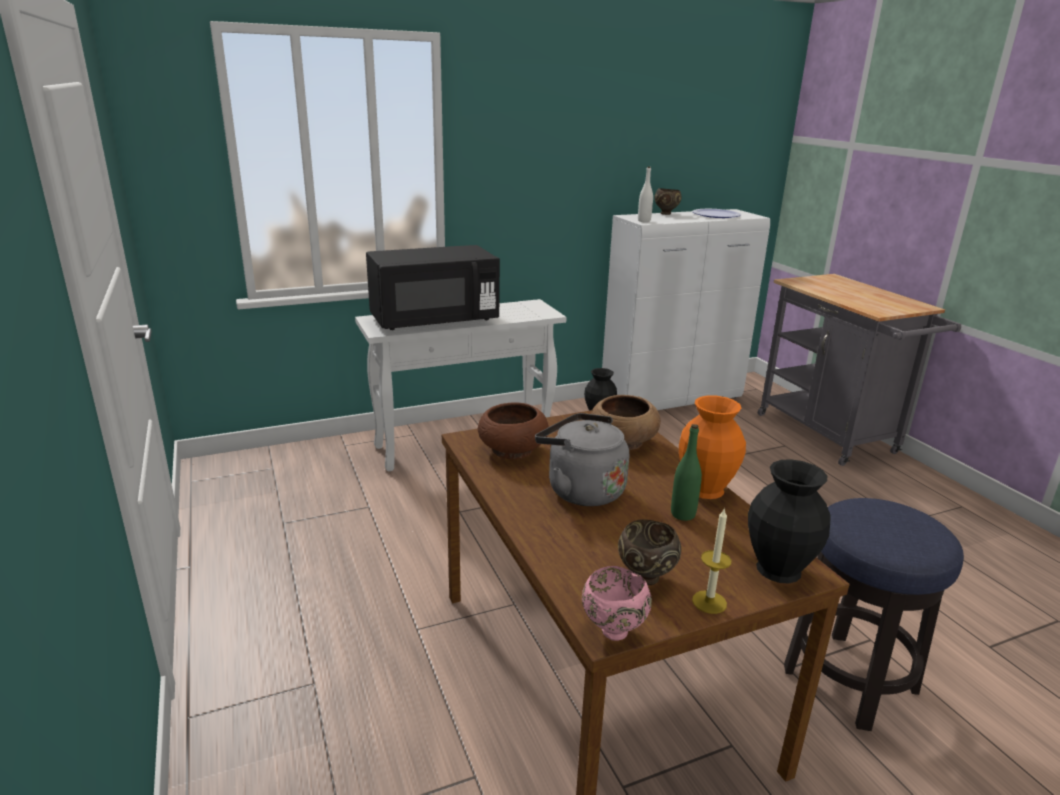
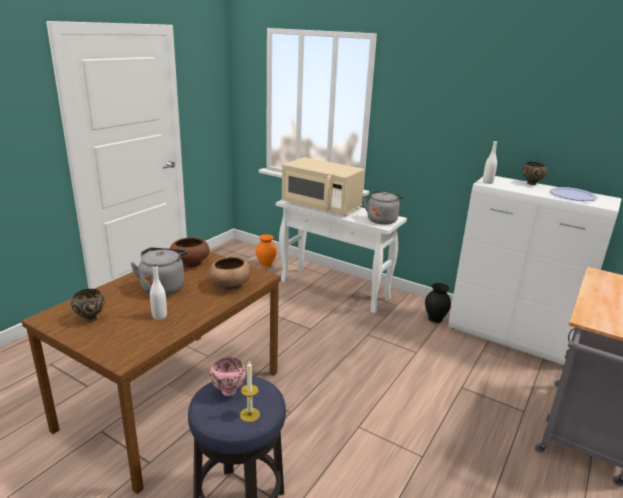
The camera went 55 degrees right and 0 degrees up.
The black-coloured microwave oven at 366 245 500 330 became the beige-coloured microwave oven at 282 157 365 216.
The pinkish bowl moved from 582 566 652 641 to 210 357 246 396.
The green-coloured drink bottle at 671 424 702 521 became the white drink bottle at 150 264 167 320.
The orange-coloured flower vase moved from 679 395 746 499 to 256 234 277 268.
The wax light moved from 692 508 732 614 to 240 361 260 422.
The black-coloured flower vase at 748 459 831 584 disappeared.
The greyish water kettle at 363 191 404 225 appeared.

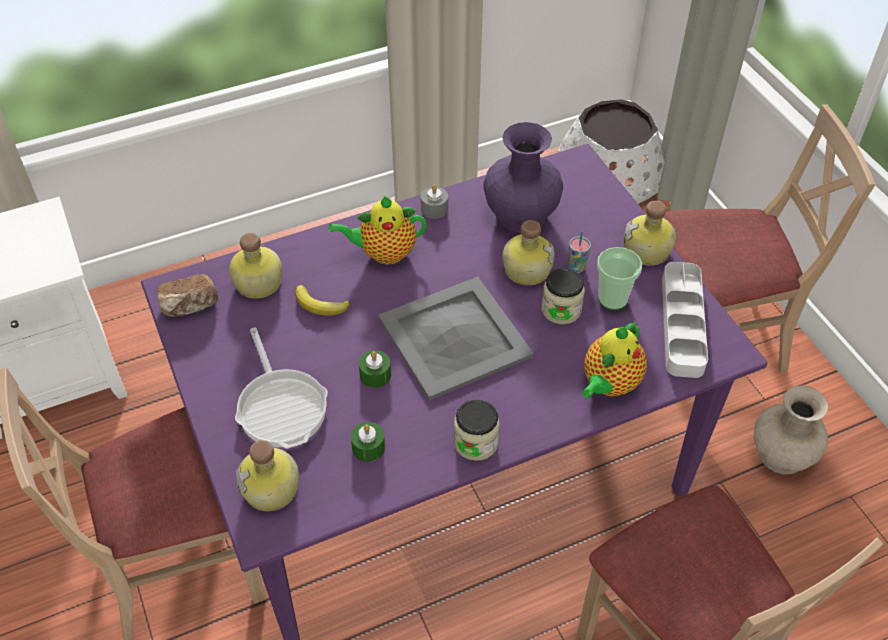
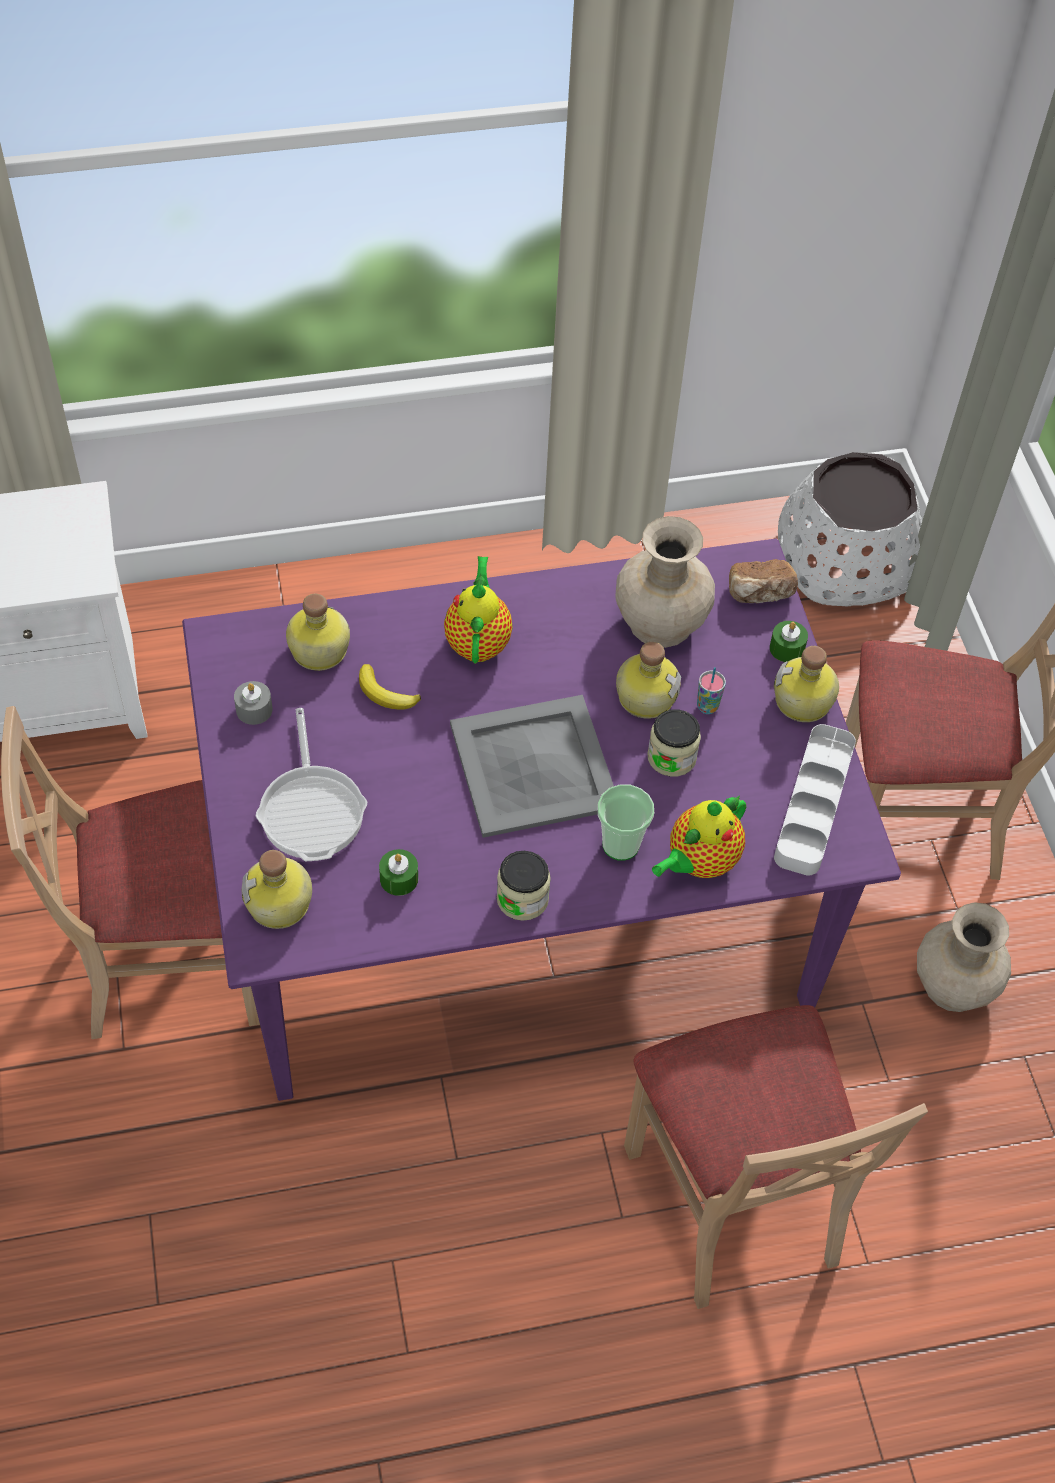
The camera went 10 degrees right and 5 degrees up.
The baked bread moved from 157 274 218 317 to 729 559 798 603.
The pot for tea at 329 196 427 264 turned 90 degrees clockwise.
The green-coloured wax light moved from 359 350 391 388 to 770 621 808 662.
The greyish wax light moved from 421 185 448 219 to 234 681 273 725.
The purple flower vase at 483 122 563 233 became the beige-coloured flower vase at 616 516 715 648.
The drinking cup moved from 597 247 642 310 to 597 785 654 861.

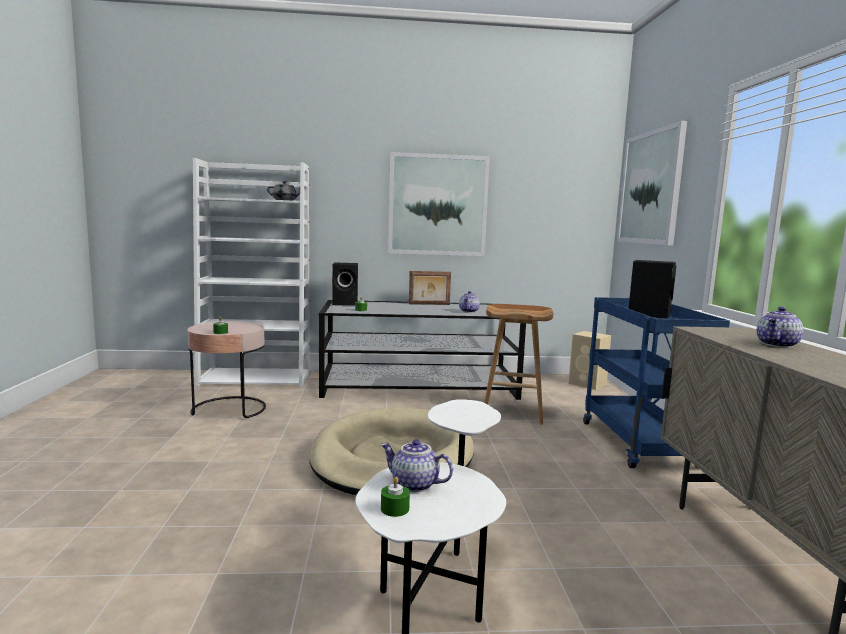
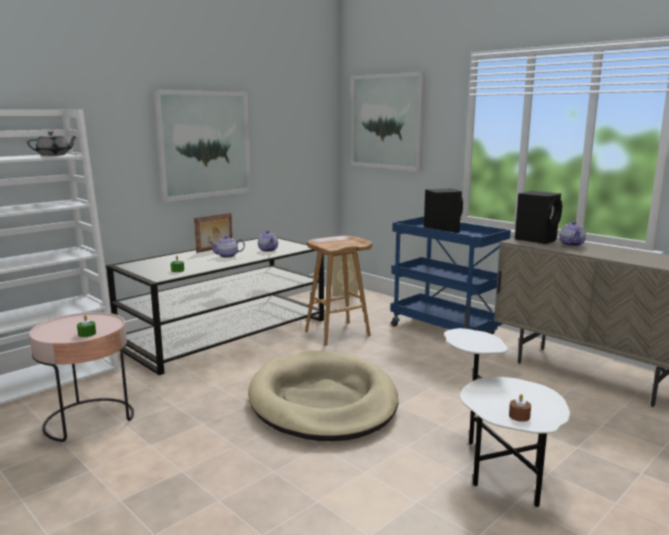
The camera went 40 degrees left and 5 degrees up.
The black-coloured audio speaker moved from 332 263 358 305 to 515 191 562 244.
The pot for tea moved from 381 439 453 492 to 209 236 245 258.
The green-coloured wax light at 381 477 410 517 became the brown wax light at 509 394 531 422.

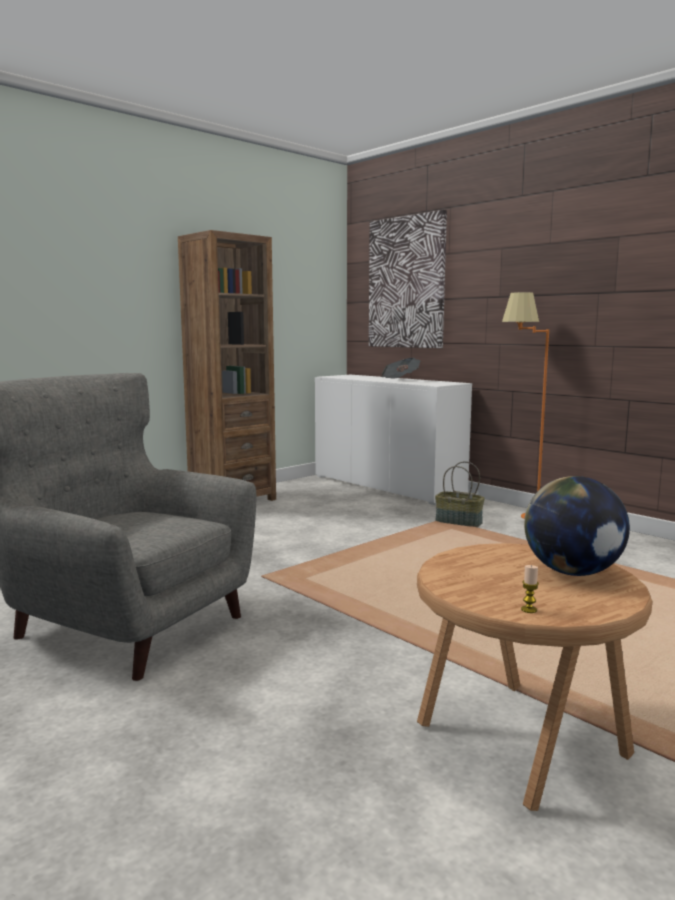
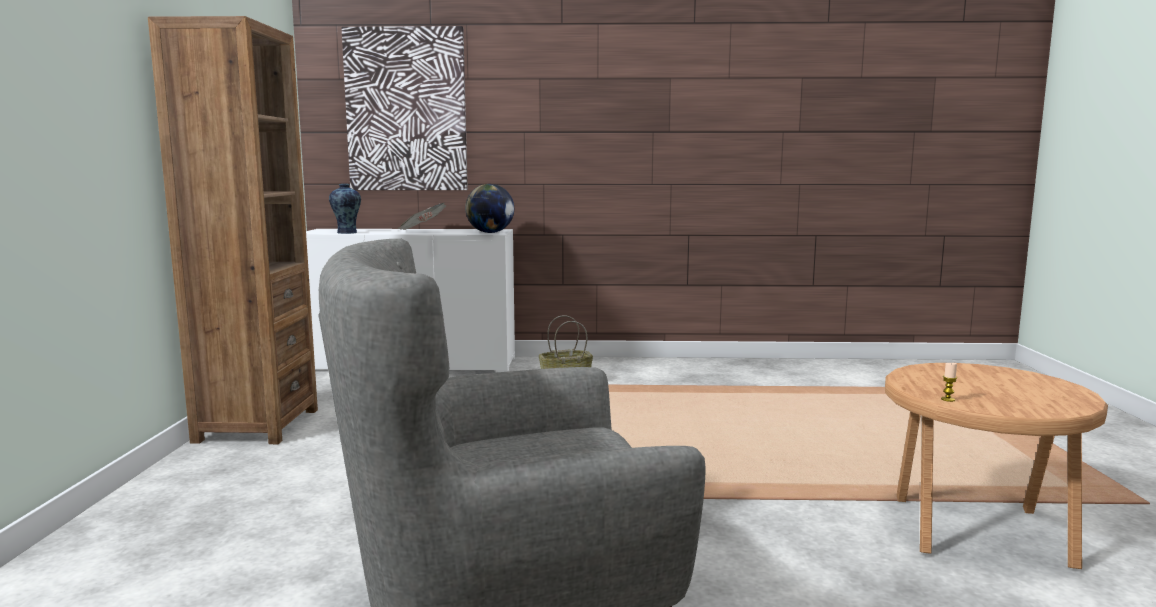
The camera went 45 degrees left and 0 degrees up.
The orange-coloured floor lamp at 502 292 549 519 disappeared.
The wax light moved from 521 565 539 613 to 941 362 957 402.
The globe moved from 524 476 630 576 to 465 184 514 233.
The flower vase at 329 184 361 234 appeared.

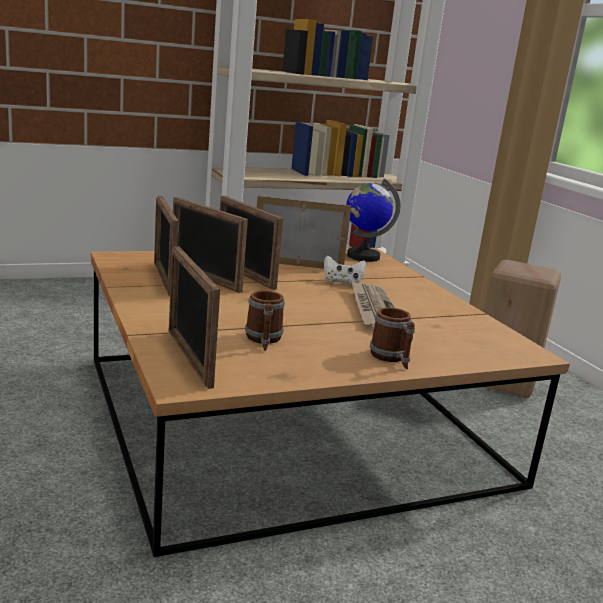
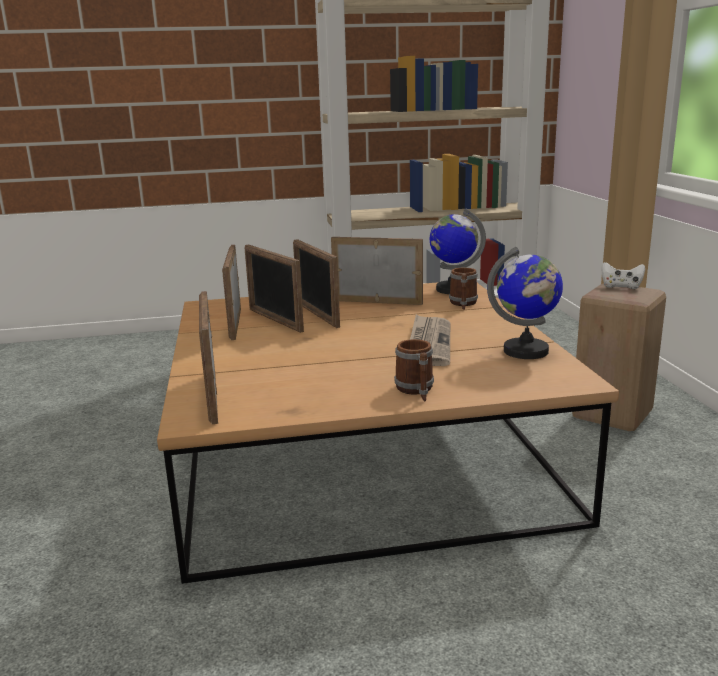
The camera went 15 degrees right and 0 degrees up.
The coffee mug moved from 245 290 285 351 to 449 267 478 310.
The white game controller moved from 324 255 366 285 to 601 262 645 289.
The globe at 487 247 563 359 appeared.

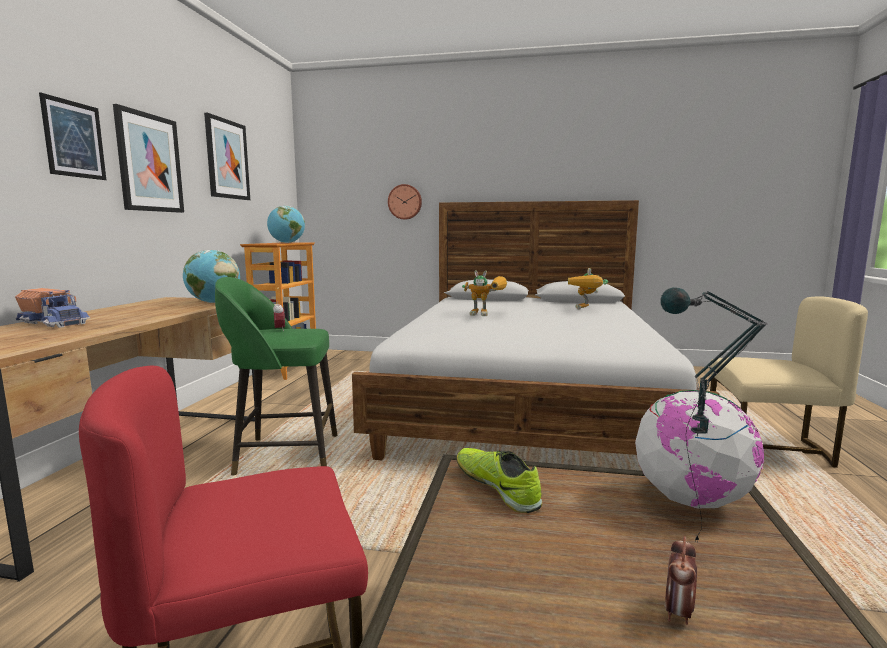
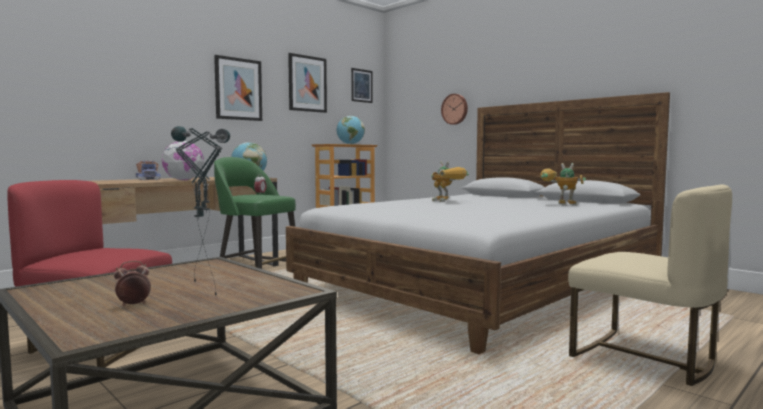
The camera went 35 degrees right and 5 degrees down.
The wall art moved from 39 93 106 180 to 351 68 373 103.
The low shoe at 457 448 542 513 disappeared.
The model robot at 568 268 608 310 turned 75 degrees clockwise.
The globe moved from 635 390 764 508 to 162 141 204 180.
The table lamp at 175 129 230 283 appeared.

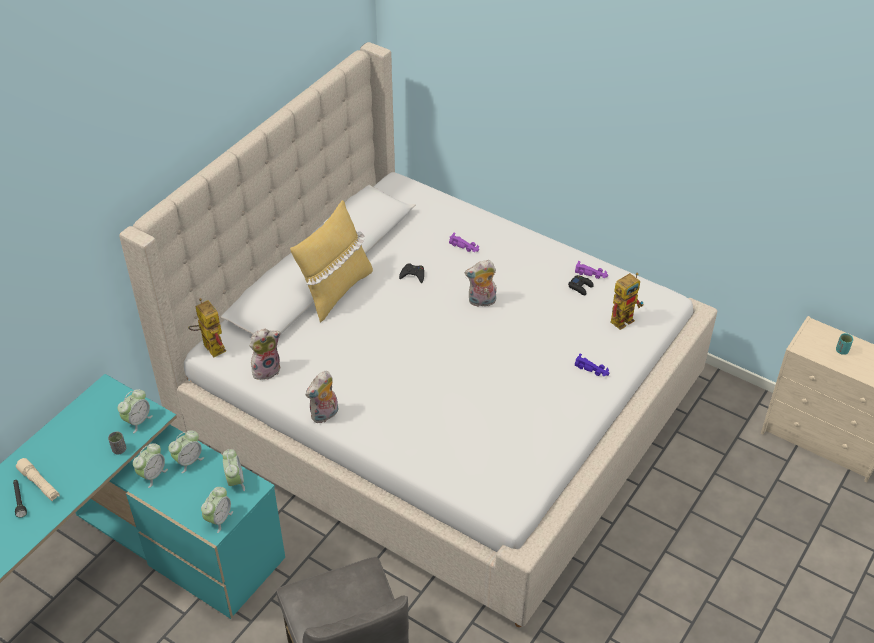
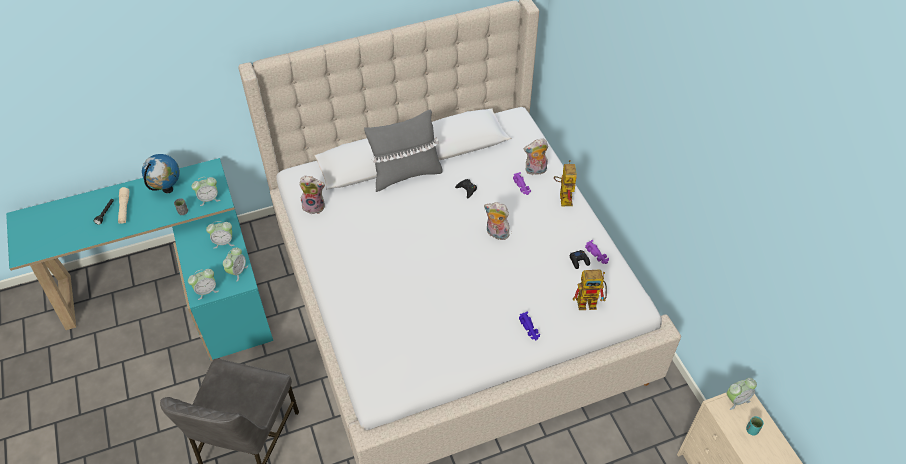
The camera went 35 degrees right and 5 degrees up.
The bedside clock moved from 133 444 168 488 to 727 378 757 410.
The model robot moved from 188 298 226 357 to 554 160 577 206.
The yellow-coloured cushion at 290 200 373 323 became the greyish cushion at 364 109 442 192.
The cuddly toy moved from 306 371 338 423 to 524 139 548 176.
The globe at 142 154 180 193 appeared.

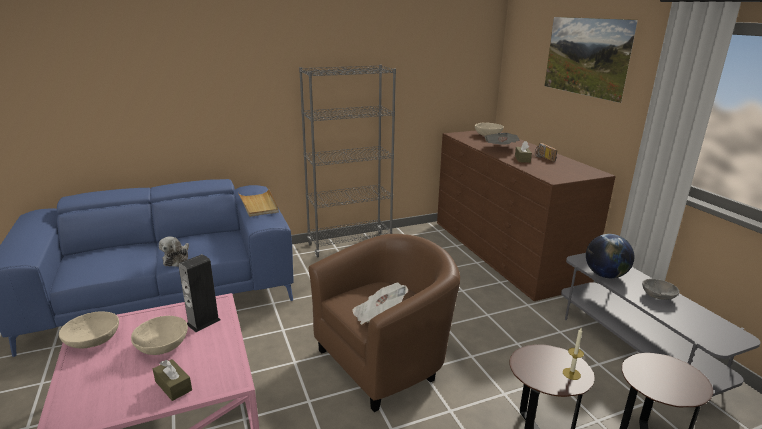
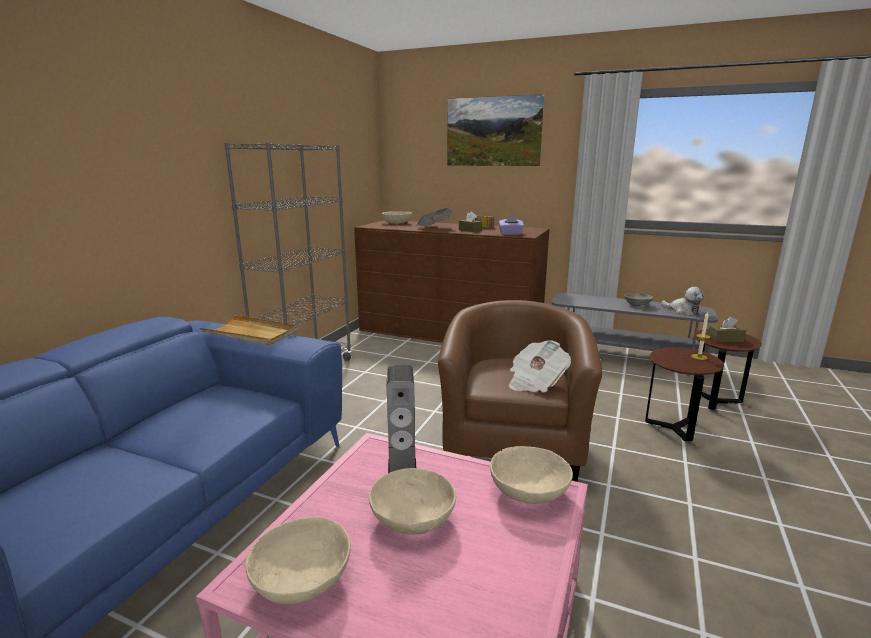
The camera went 45 degrees left and 5 degrees down.
The brown tissue holder moved from 153 359 192 401 to 708 317 746 342.
The cuddly toy moved from 159 236 189 267 to 662 287 704 315.
The globe at 586 234 635 278 disappeared.
The beige-coloured bowl at 490 446 573 504 appeared.
The purple tissue holder at 499 216 524 235 appeared.

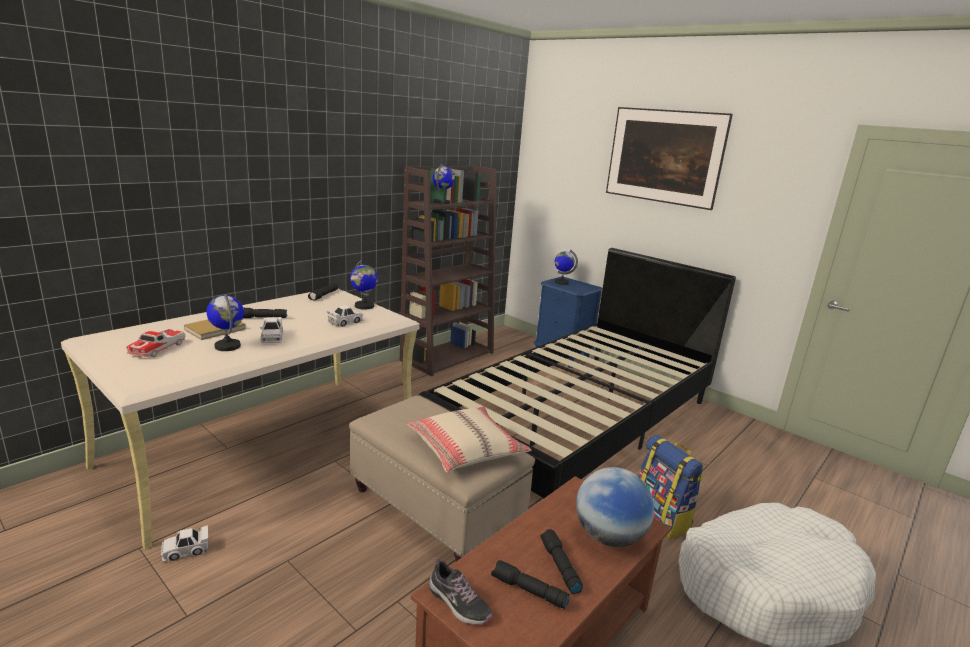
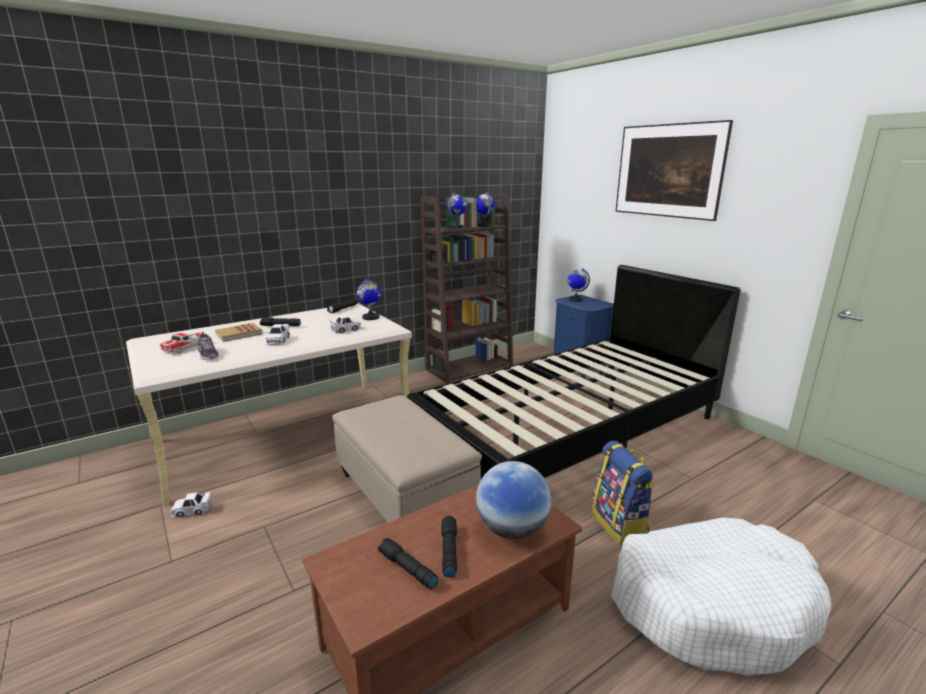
The camera went 15 degrees right and 0 degrees up.
The globe moved from 206 294 244 351 to 477 191 495 227.
The beige-coloured cushion at 407 407 531 473 disappeared.
The low shoe moved from 429 557 492 625 to 198 332 219 360.

